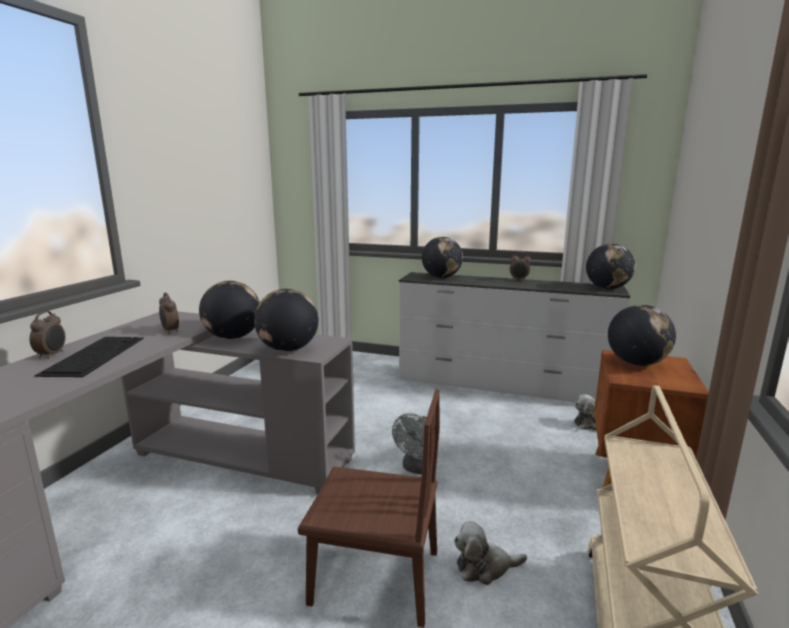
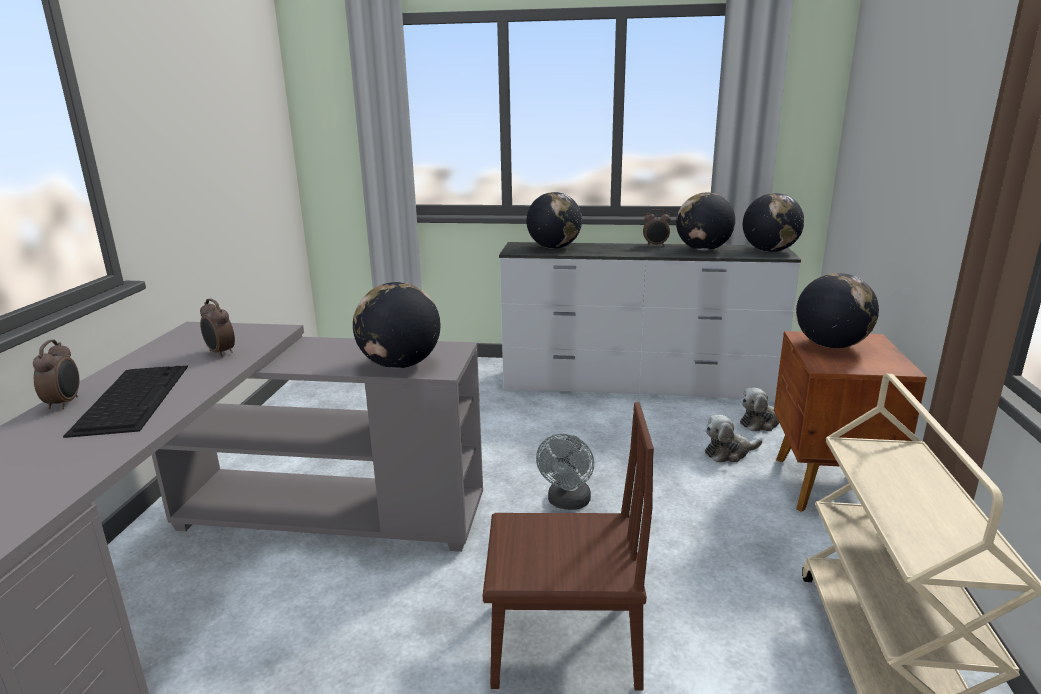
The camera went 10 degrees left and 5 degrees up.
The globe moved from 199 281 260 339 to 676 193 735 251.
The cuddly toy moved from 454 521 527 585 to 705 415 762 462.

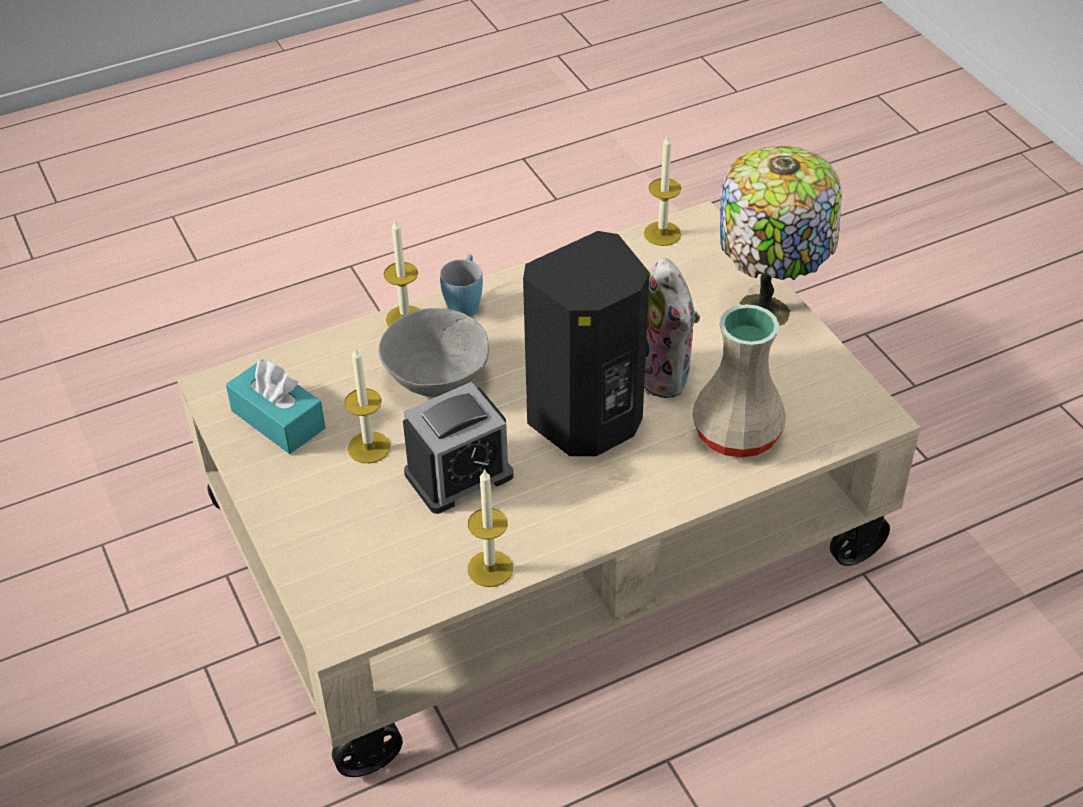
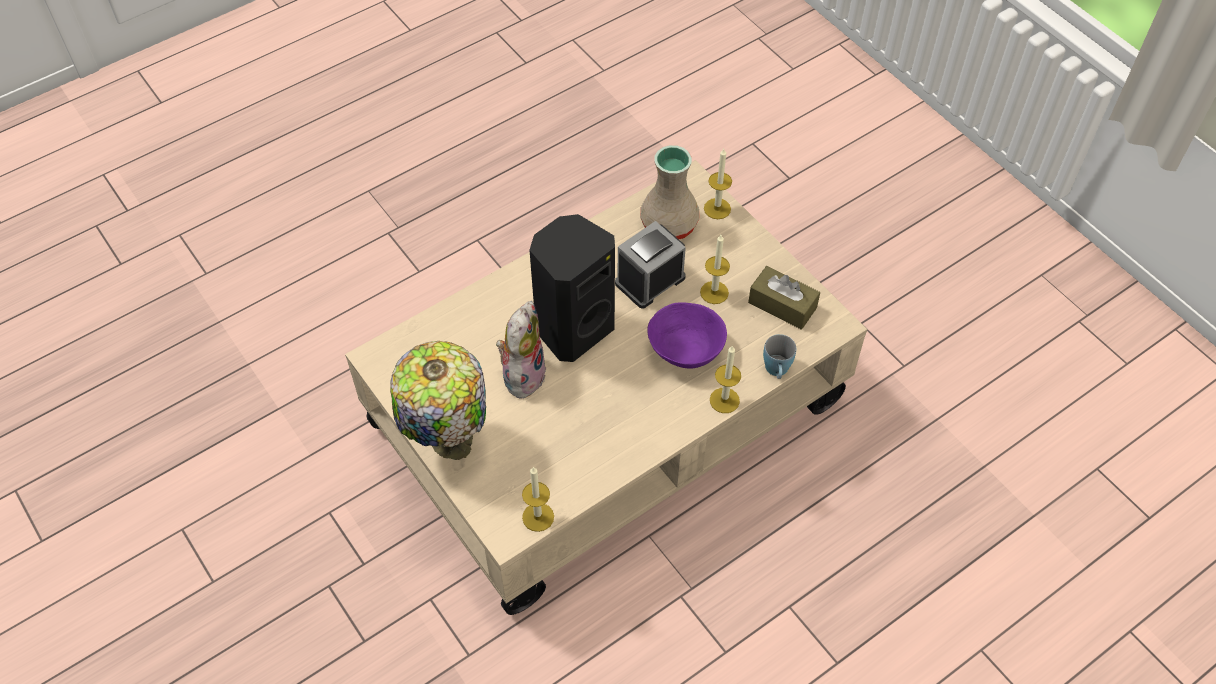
The camera went 170 degrees right and 10 degrees up.
The blue-green tissue holder at 226 360 325 454 became the brown tissue holder at 748 266 820 330.
The greyish bowl at 378 308 489 397 became the purple bowl at 647 302 727 369.
The bluish coffee mug moved from 440 254 483 316 to 763 334 796 379.
The wax light moved from 468 468 513 587 to 704 149 732 219.
The cuddly toy at 644 257 700 398 turned 45 degrees clockwise.
The beige-coloured flower vase moved from 692 304 786 458 to 640 145 699 239.

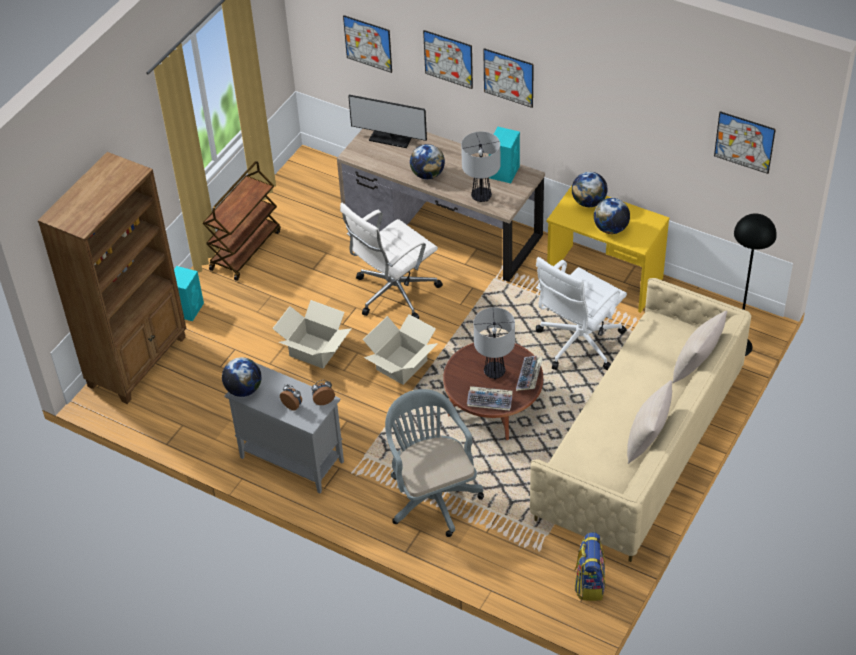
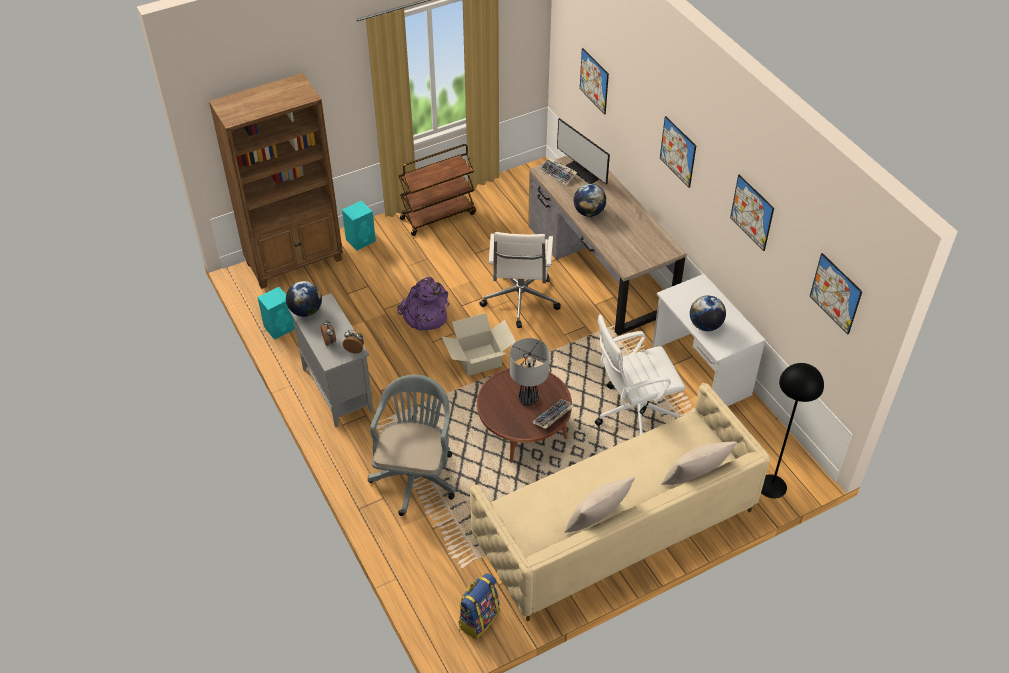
The camera went 30 degrees right and 0 degrees up.
The packing box at 272 300 351 369 was replaced by the purple rucksack at 397 277 449 330.
The white computer chair at 340 203 443 319 turned 75 degrees counterclockwise.
The wall art moved from 423 30 473 89 to 730 175 774 251.
The table lamp at 461 131 500 202 disappeared.
The computer keyboard moved from 467 386 513 411 to 540 157 577 185.
The blue-green audio speaker moved from 489 127 520 183 to 257 287 295 340.
The yellow-coloured desk table at 547 186 669 313 became the white desk table at 652 274 766 406.
The globe at 572 172 607 207 disappeared.

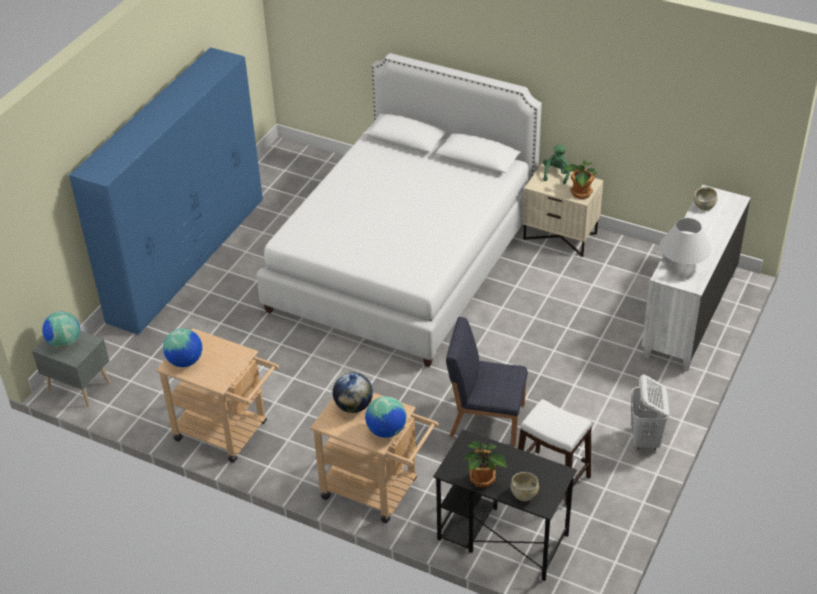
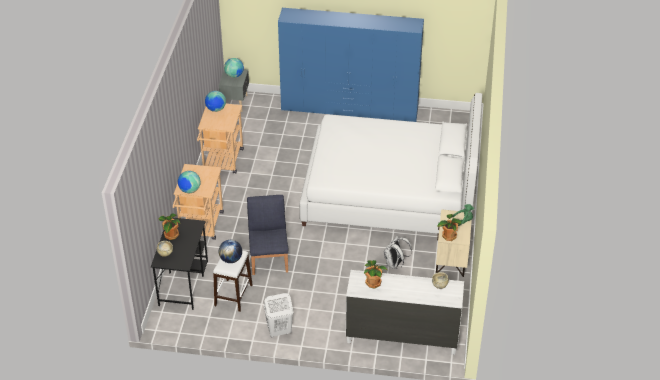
The camera went 70 degrees right and 0 degrees up.
The globe moved from 333 372 373 413 to 219 240 242 263.
The white table lamp at 660 218 712 264 was replaced by the potted plant at 364 260 387 289.
The white rucksack at 384 236 412 269 appeared.

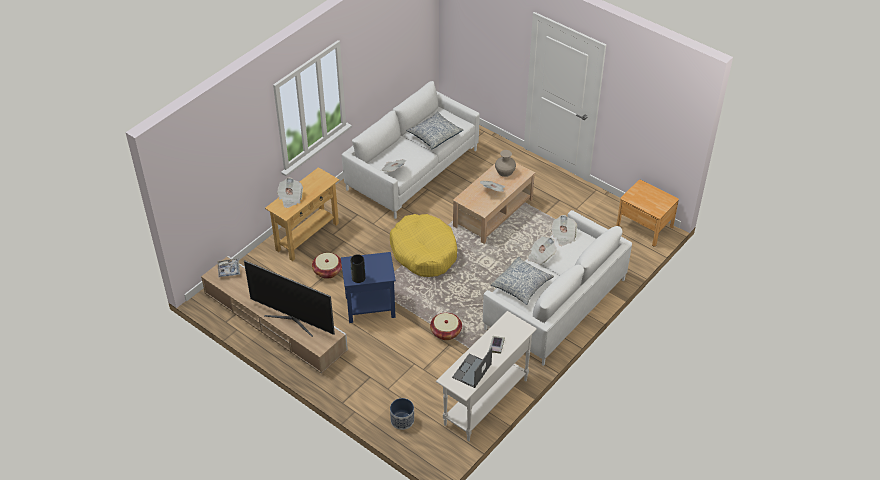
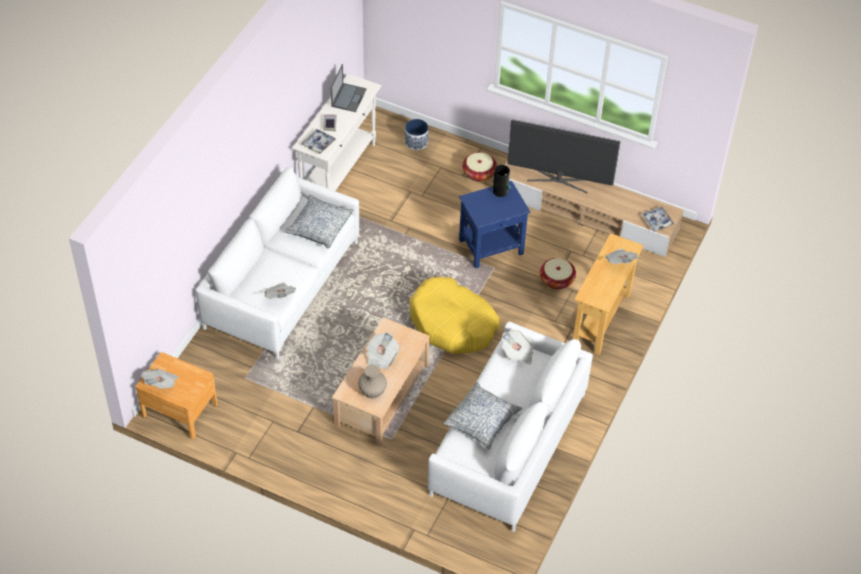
The camera went 165 degrees right and 5 degrees up.
The basket moved from 430 313 462 340 to 462 152 497 182.
The newspaper moved from 527 237 557 265 to 141 369 179 389.
The carrying tray at 301 129 336 154 appeared.

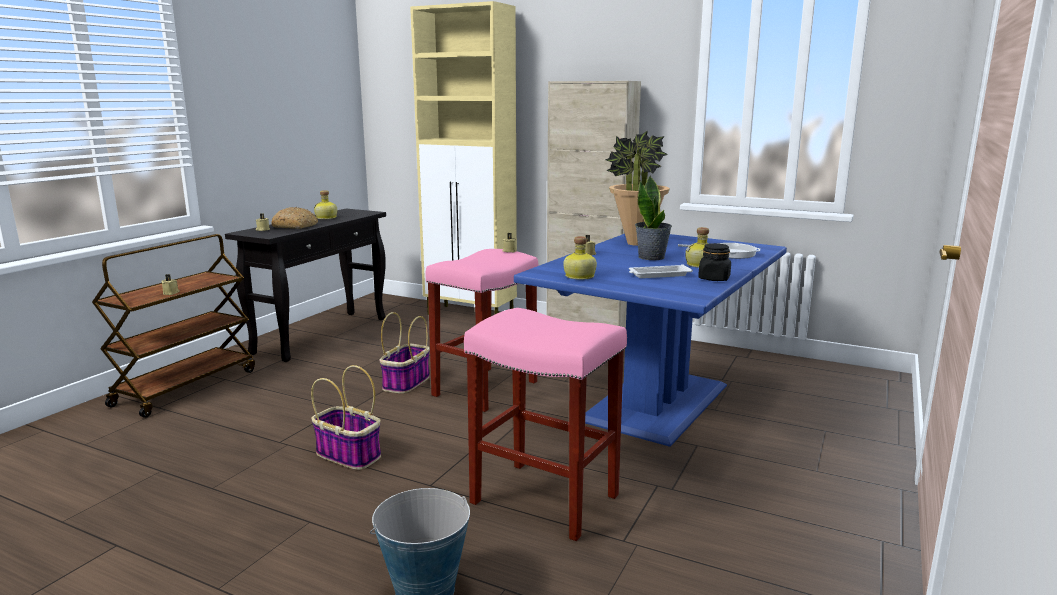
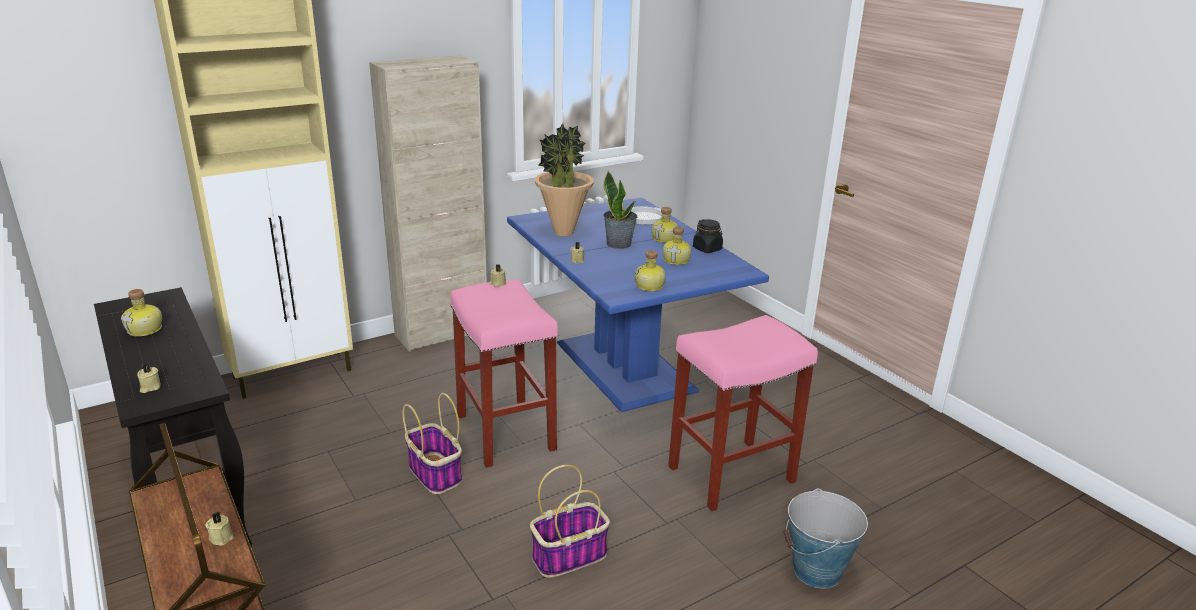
The camera went 60 degrees left and 10 degrees up.
The baked bread at 271 207 318 229 disappeared.
The white carrying tray at 629 264 693 278 was replaced by the drink bottle at 662 227 691 265.

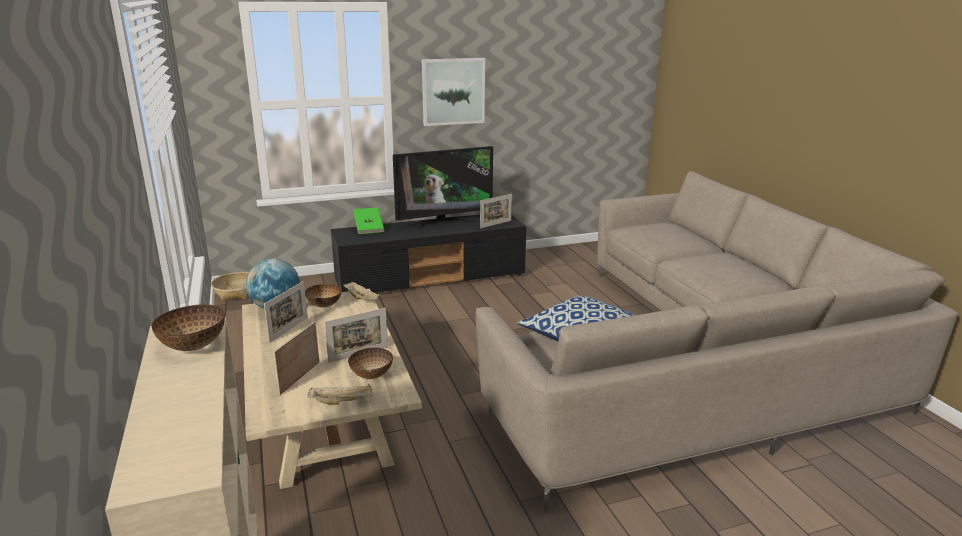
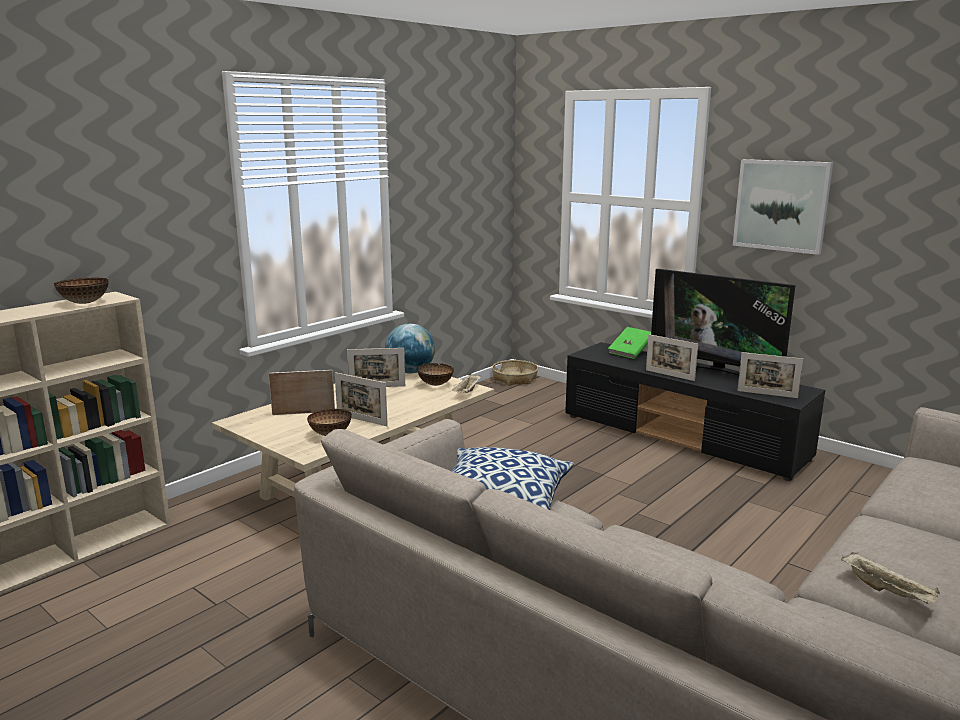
The camera went 60 degrees right and 5 degrees down.
The beige-coloured carrying tray moved from 307 384 373 405 to 841 552 940 604.
The standing frame at 646 334 698 381 appeared.

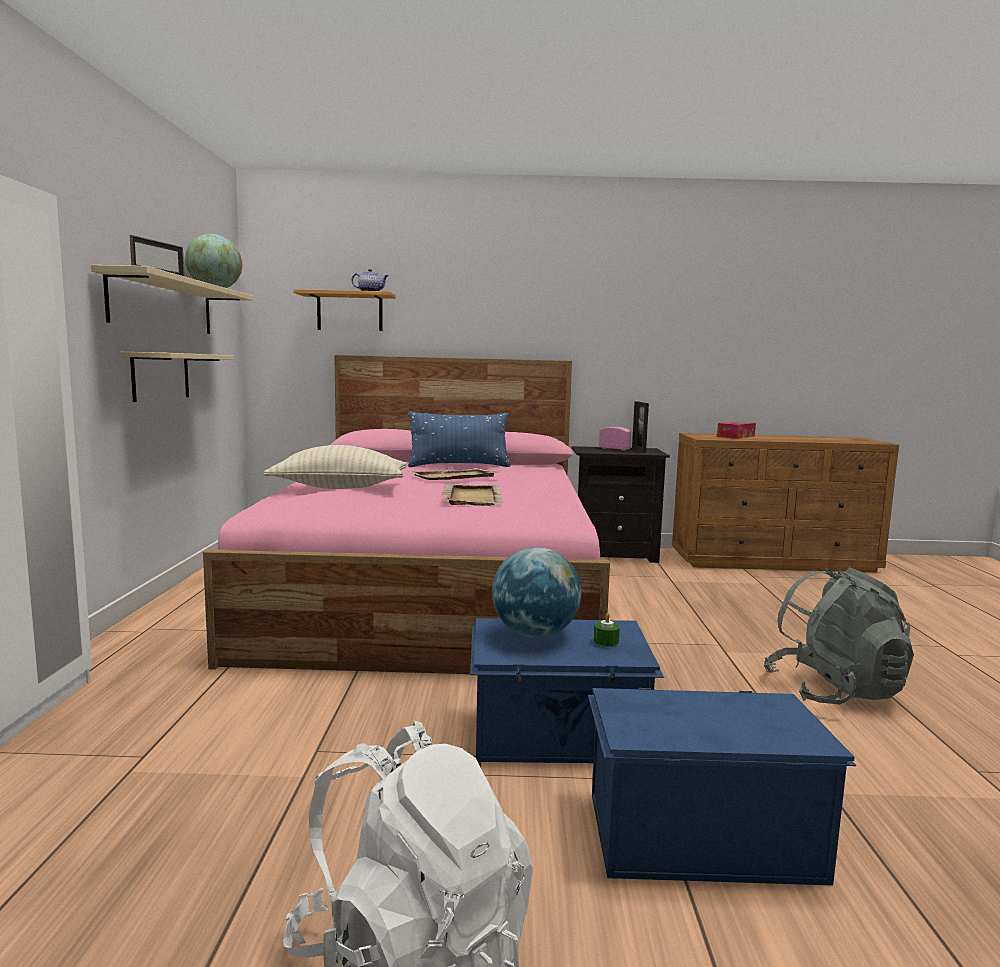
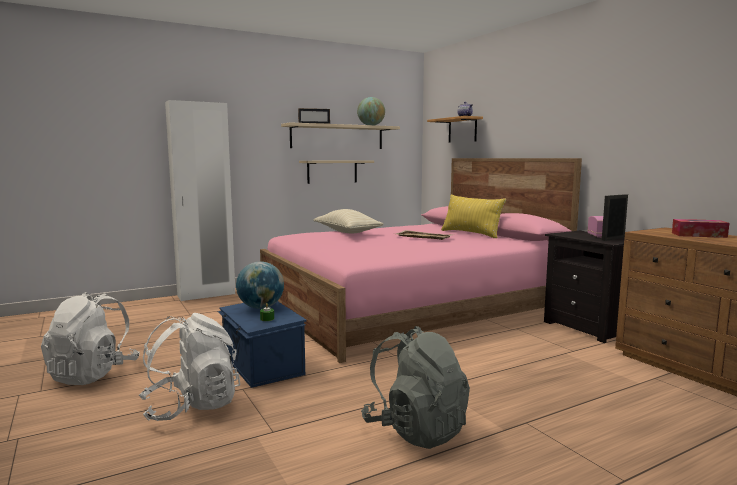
The camera went 60 degrees right and 0 degrees up.
The bluish cushion at 408 411 511 467 became the yellow-coloured cushion at 441 195 506 238.
The beige-coloured carrying tray at 442 483 505 506 disappeared.
The bluish storage bin at 588 688 856 886 was replaced by the white rucksack at 139 313 241 421.

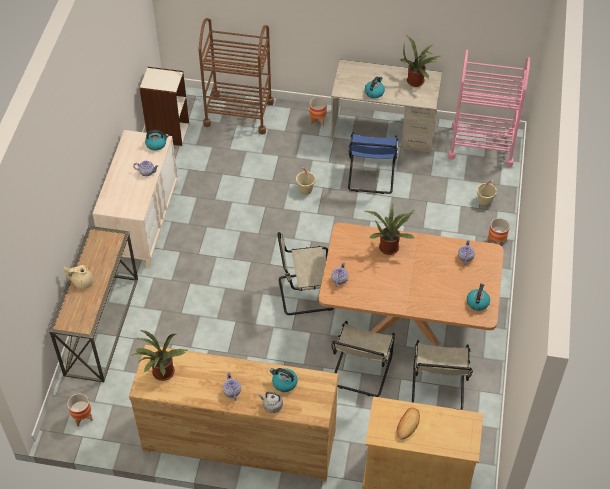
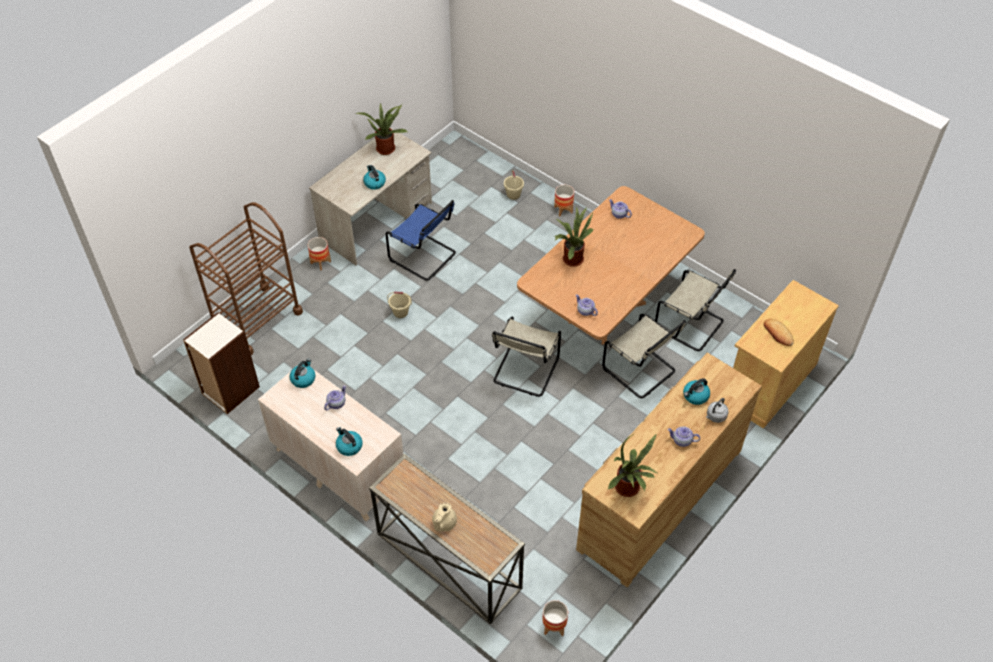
The camera went 60 degrees left and 0 degrees up.
The pinkish trolley at 448 50 530 167 disappeared.
The water kettle moved from 467 283 490 311 to 336 427 363 456.

